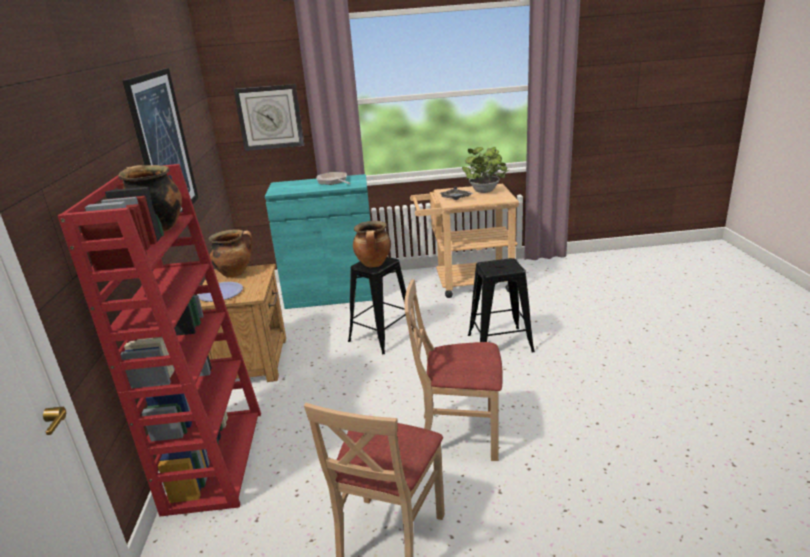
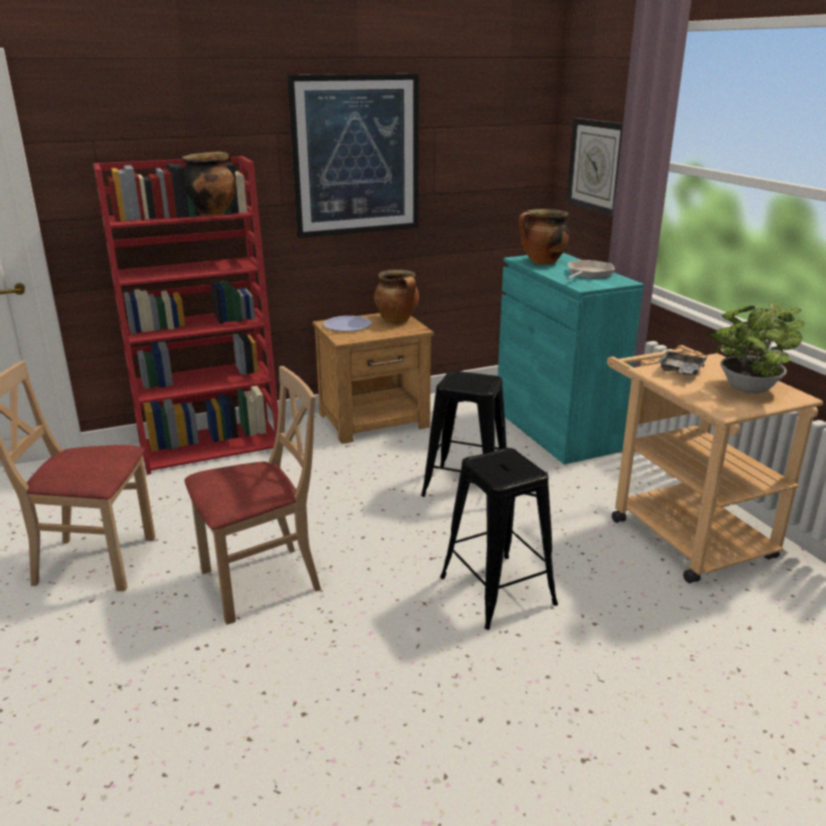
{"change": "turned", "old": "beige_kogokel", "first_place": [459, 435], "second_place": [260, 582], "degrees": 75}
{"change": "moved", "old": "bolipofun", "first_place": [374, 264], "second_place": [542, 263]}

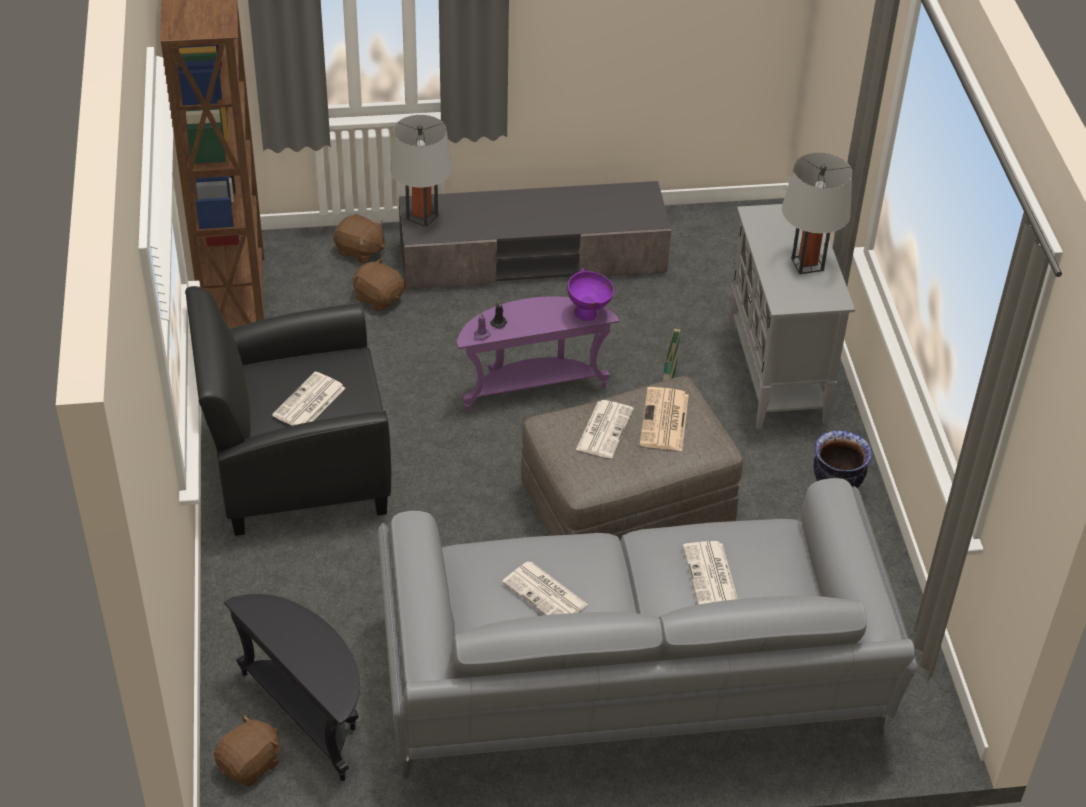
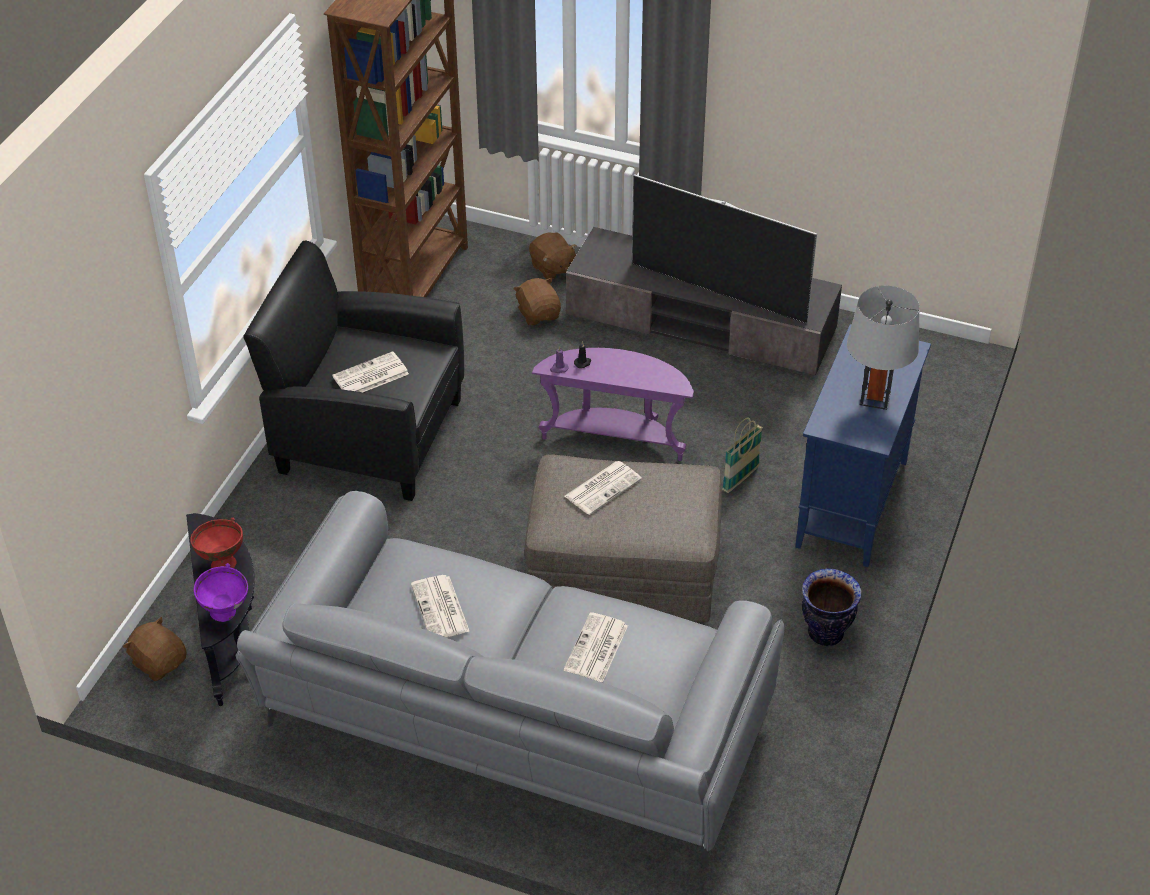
{"change": "turned", "old": "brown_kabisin", "first_place": [250, 764], "second_place": [159, 662], "degrees": -120}
{"change": "added", "new": "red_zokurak", "second_place": [221, 563]}
{"change": "moved", "old": "purple_zokurak", "first_place": [588, 314], "second_place": [226, 613]}
{"change": "added", "new": "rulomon", "second_place": [718, 292]}
{"change": "recoloured", "old": "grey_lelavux", "new": "blue_lelavux", "first_place": [776, 375], "second_place": [852, 505]}
{"change": "removed", "old": "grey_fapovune", "first_place": [422, 217]}
{"change": "removed", "old": "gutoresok", "first_place": [664, 421]}

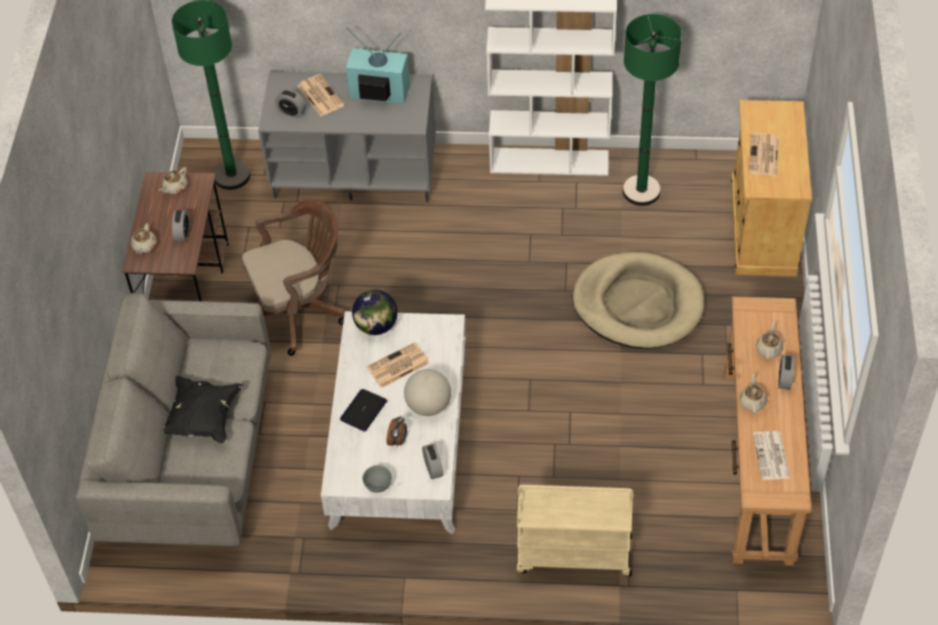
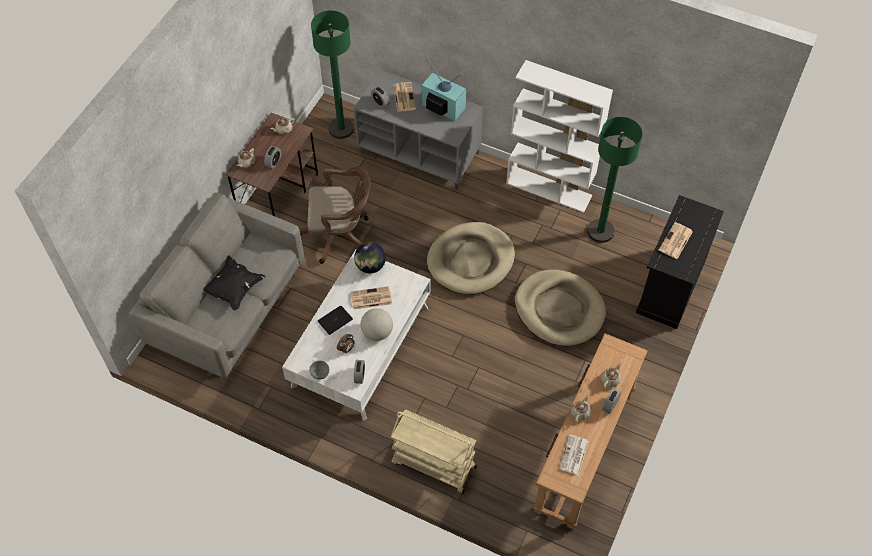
{"change": "added", "new": "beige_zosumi", "second_place": [471, 260]}
{"change": "recoloured", "old": "beige_lelavux", "new": "black_lelavux", "first_place": [762, 227], "second_place": [670, 285]}

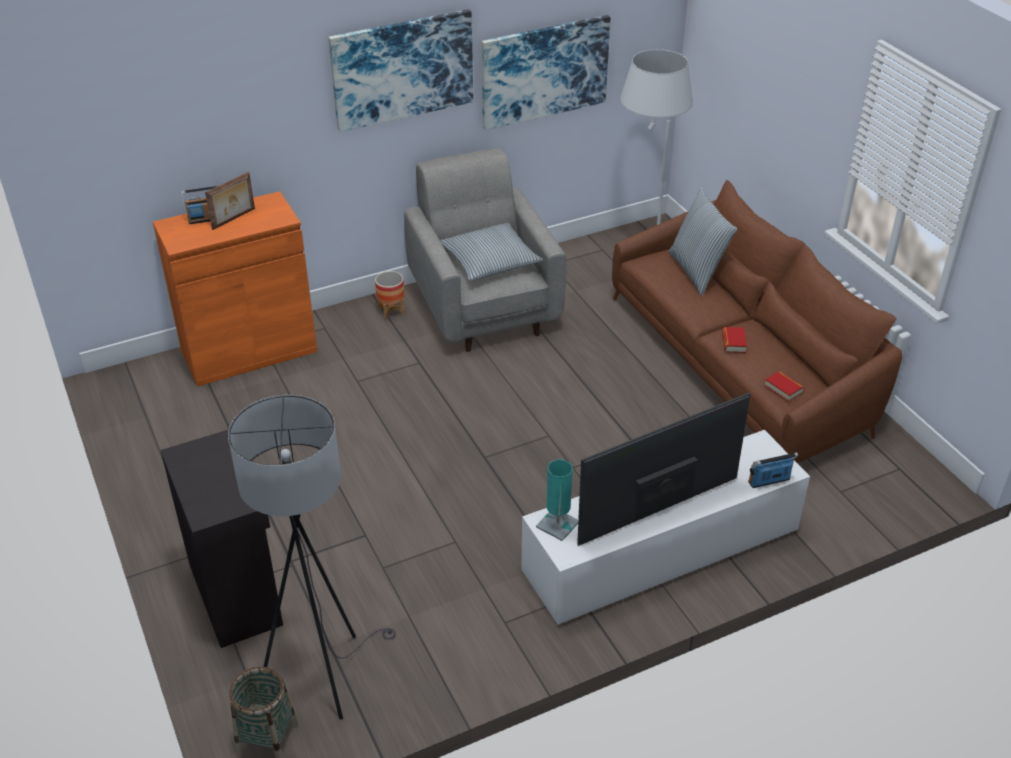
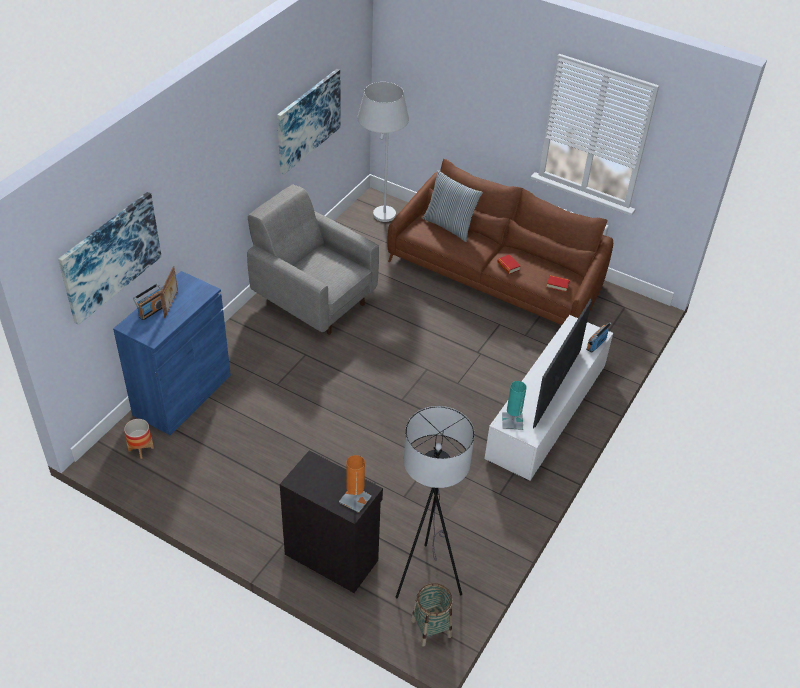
{"change": "moved", "old": "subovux", "first_place": [402, 69], "second_place": [110, 256]}
{"change": "recoloured", "old": "orange_lelavux", "new": "blue_lelavux", "first_place": [249, 351], "second_place": [182, 395]}
{"change": "moved", "old": "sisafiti", "first_place": [391, 310], "second_place": [141, 449]}
{"change": "added", "new": "orange_fapovune", "second_place": [355, 499]}
{"change": "removed", "old": "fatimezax", "first_place": [490, 261]}

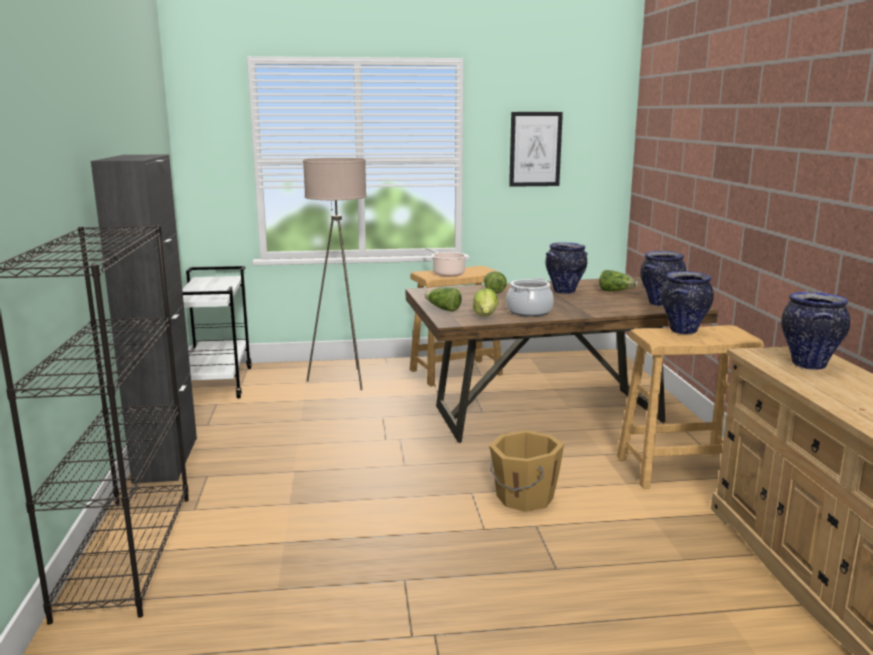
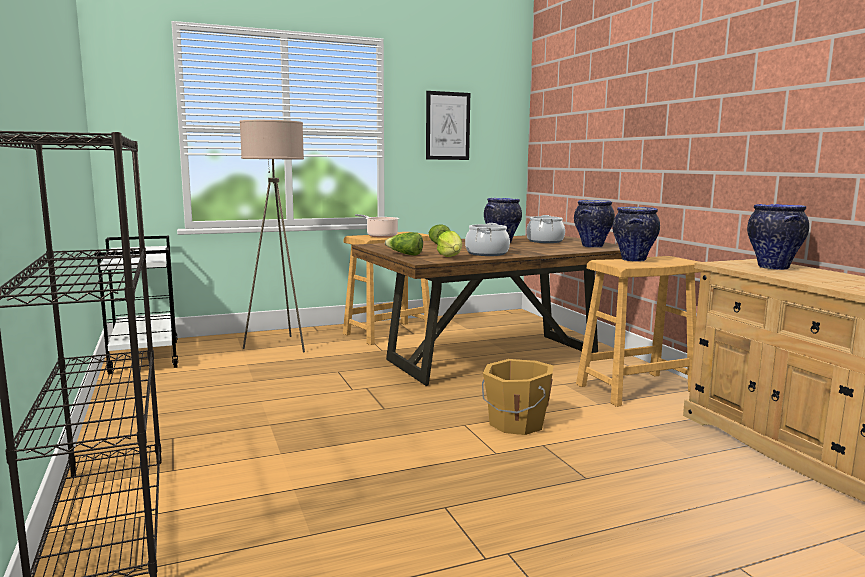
{"change": "replaced", "old": "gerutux", "new": "bolipofun", "first_place": [615, 291], "second_place": [545, 241]}
{"change": "removed", "old": "black_lelavux", "first_place": [166, 459]}

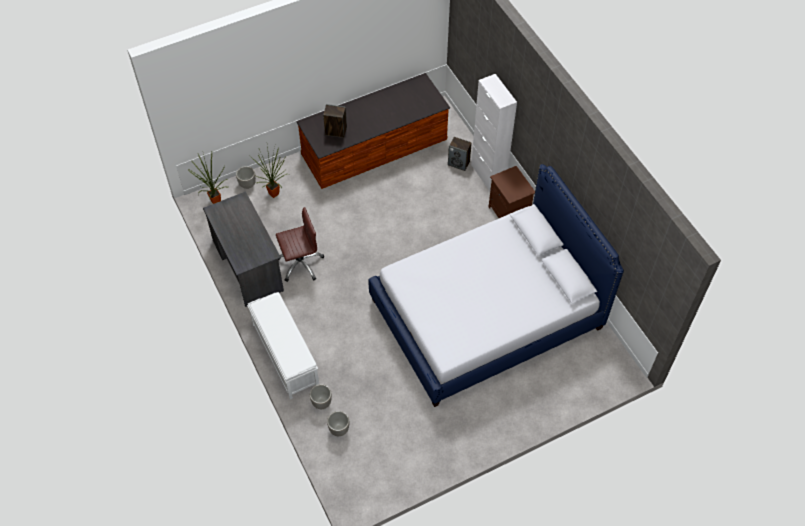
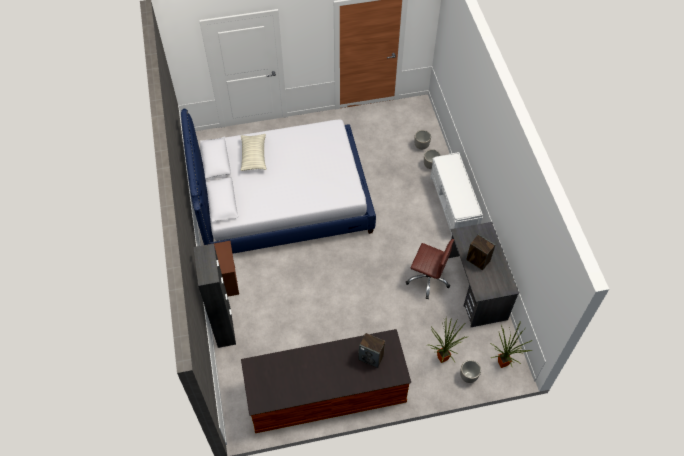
{"change": "recoloured", "old": "white_lelavux", "new": "black_lelavux", "first_place": [488, 175], "second_place": [224, 328]}
{"change": "added", "new": "fatimezax", "second_place": [254, 156]}
{"change": "turned", "old": "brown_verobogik", "first_place": [300, 263], "second_place": [428, 279], "degrees": -150}
{"change": "moved", "old": "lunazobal", "first_place": [459, 163], "second_place": [477, 260]}

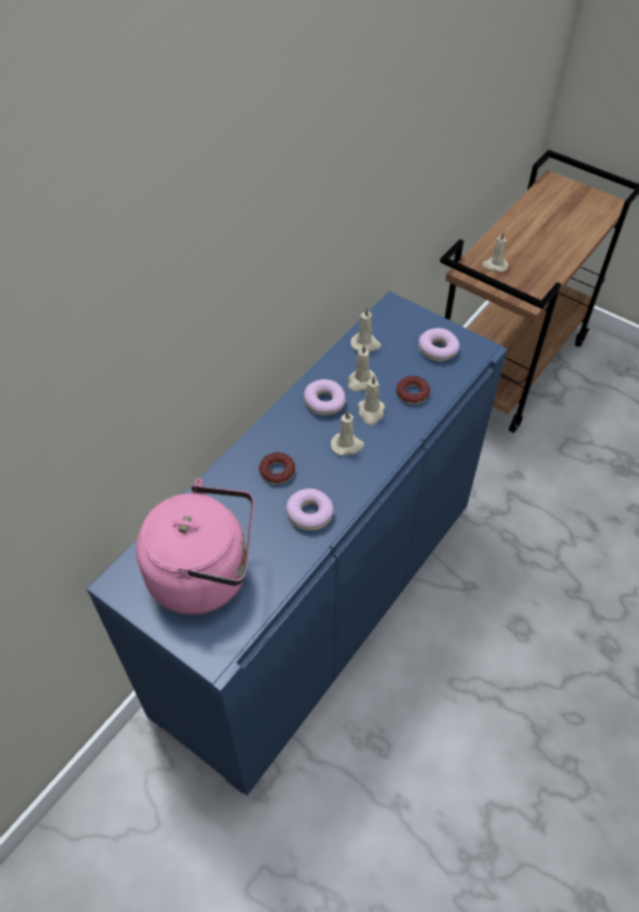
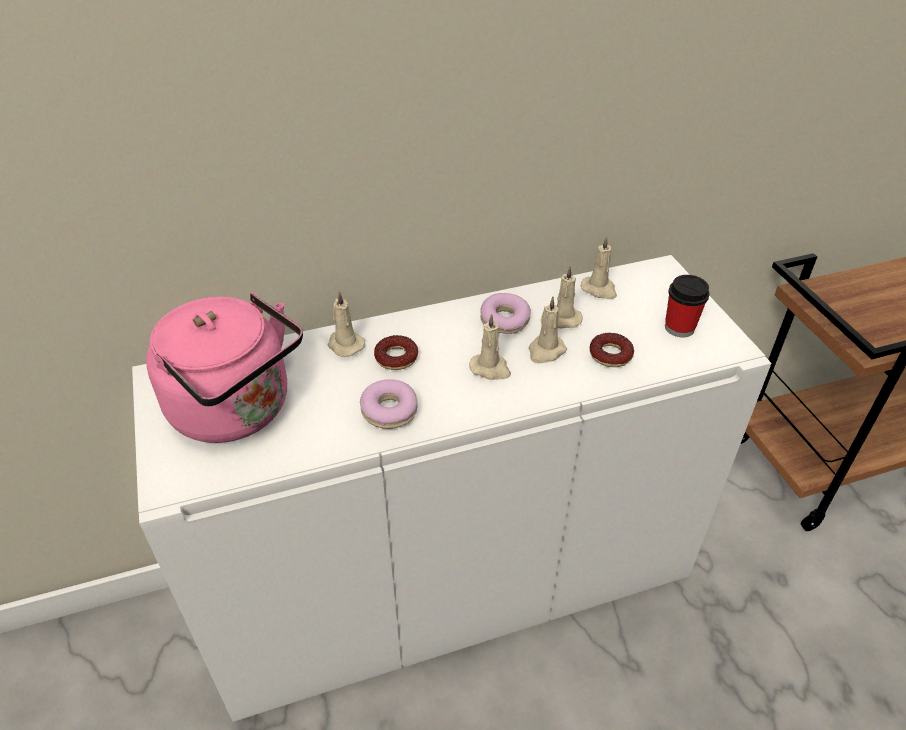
{"change": "recoloured", "old": "blue_lelavux", "new": "white_lelavux", "first_place": [319, 604], "second_place": [453, 582]}
{"change": "moved", "old": "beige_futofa", "first_place": [494, 265], "second_place": [345, 344]}
{"change": "replaced", "old": "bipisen", "new": "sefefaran", "first_place": [438, 349], "second_place": [679, 327]}

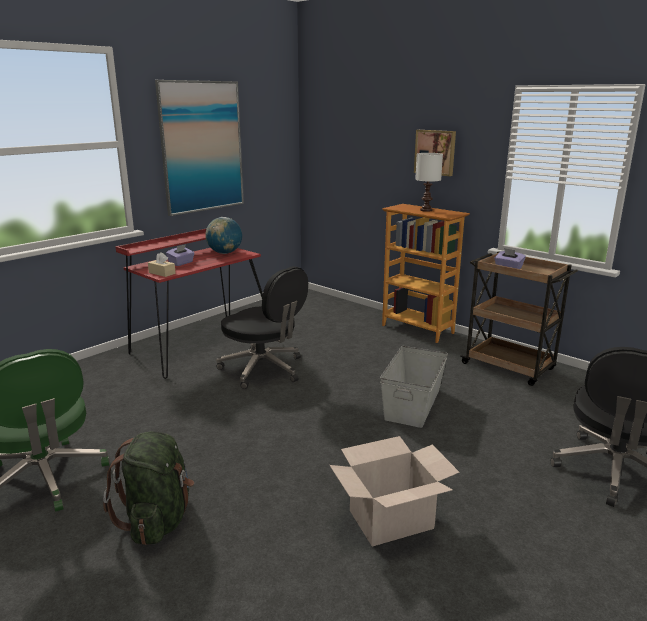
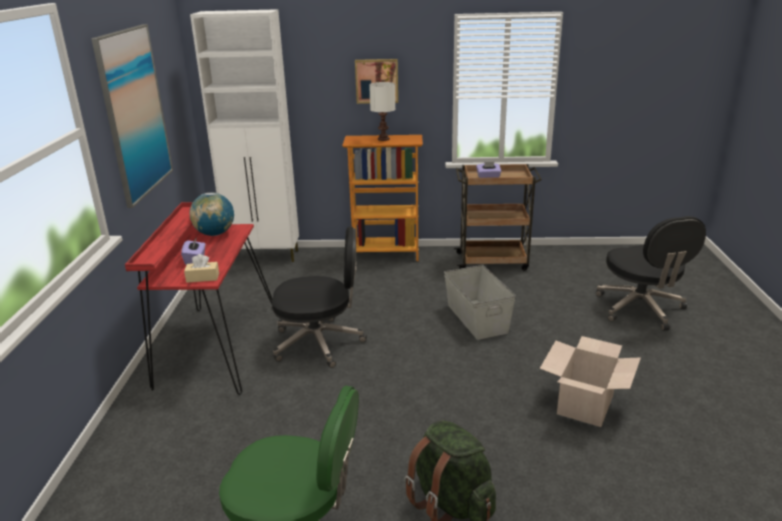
{"change": "added", "new": "white_lelavux", "second_place": [265, 256]}

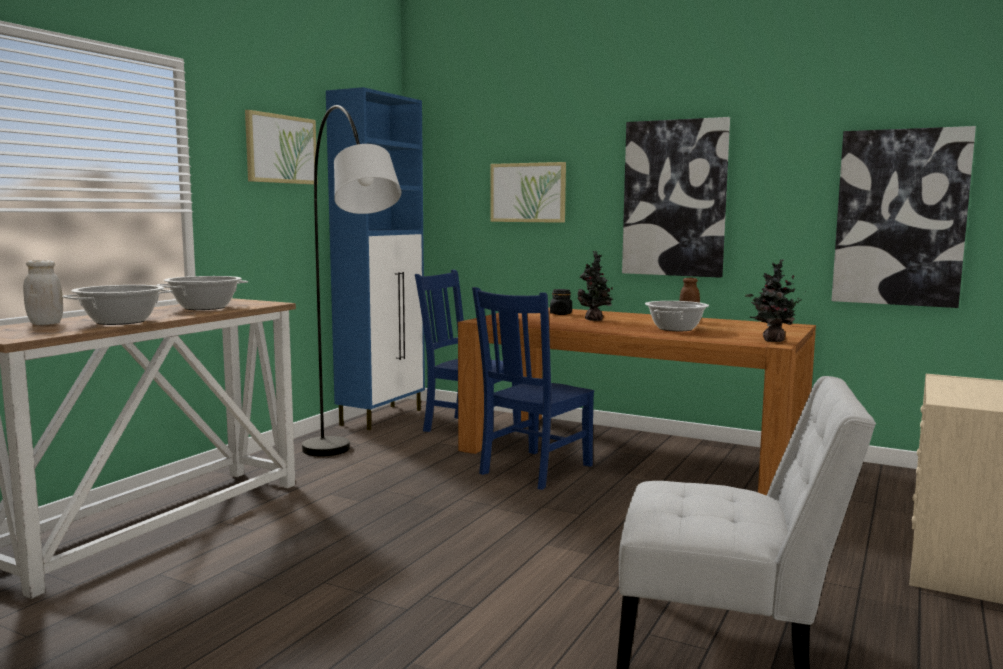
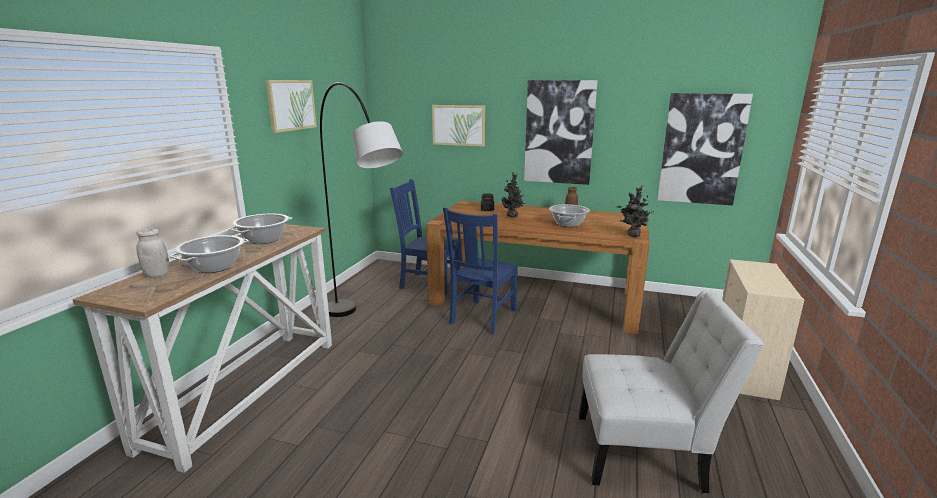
{"change": "removed", "old": "blue_lelavux", "first_place": [382, 417]}

